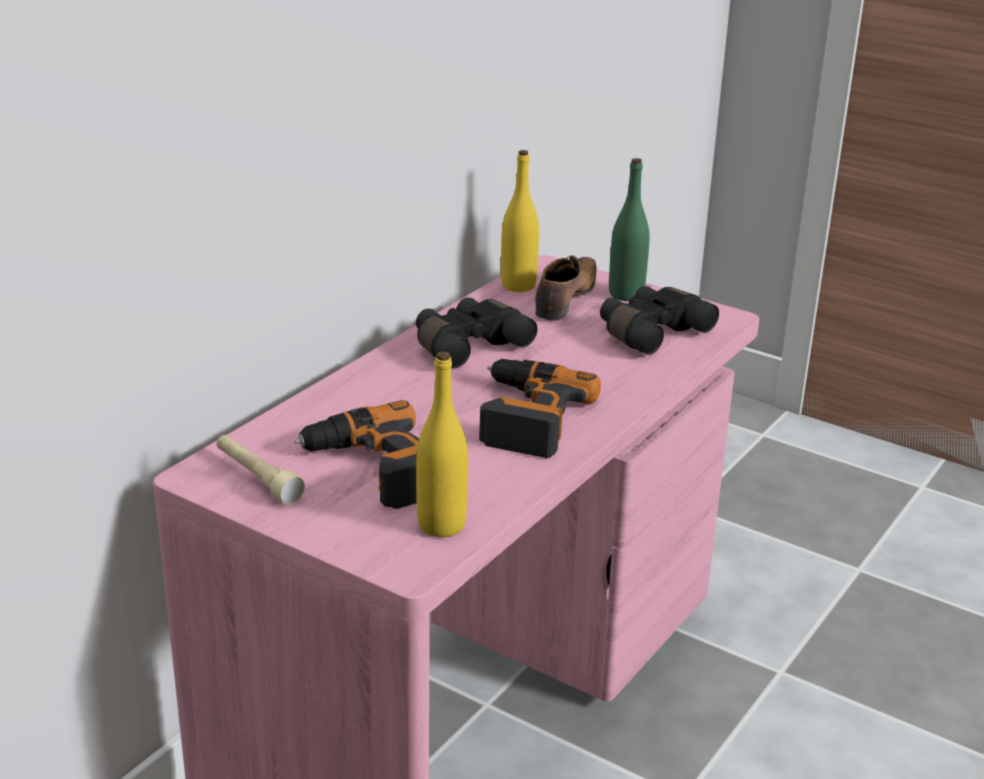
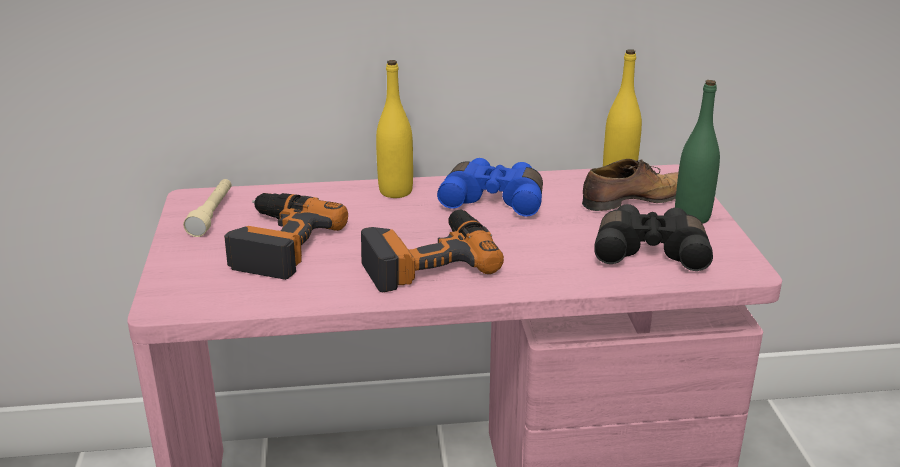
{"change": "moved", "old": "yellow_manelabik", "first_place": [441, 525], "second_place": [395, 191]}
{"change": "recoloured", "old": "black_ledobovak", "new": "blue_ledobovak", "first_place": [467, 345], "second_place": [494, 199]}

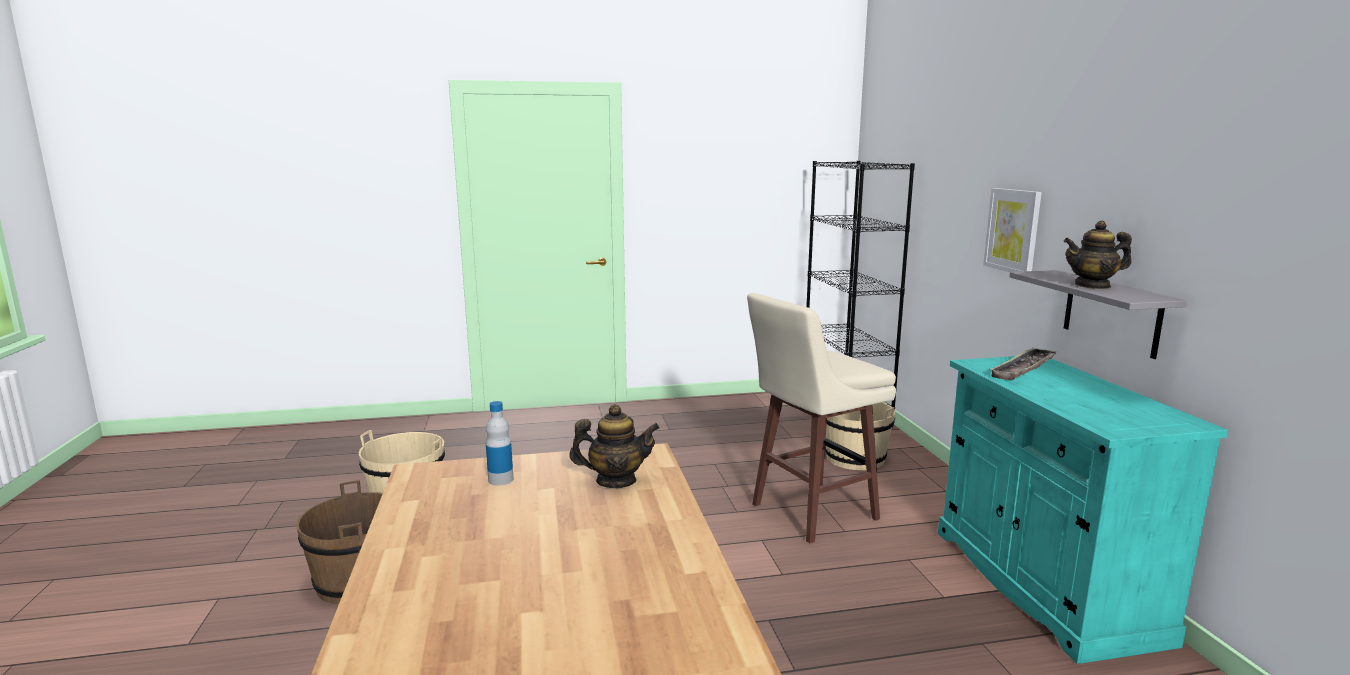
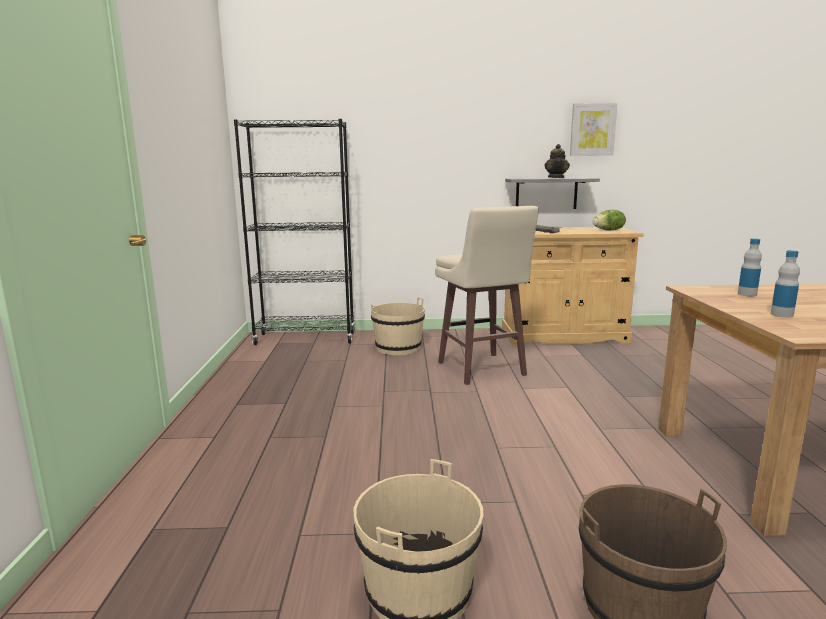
{"change": "recoloured", "old": "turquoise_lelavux", "new": "beige_lelavux", "first_place": [1043, 583], "second_place": [563, 336]}
{"change": "moved", "old": "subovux", "first_place": [1013, 230], "second_place": [592, 129]}
{"change": "added", "new": "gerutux", "second_place": [609, 230]}
{"change": "replaced", "old": "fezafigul", "new": "manelabik", "first_place": [616, 481], "second_place": [747, 294]}

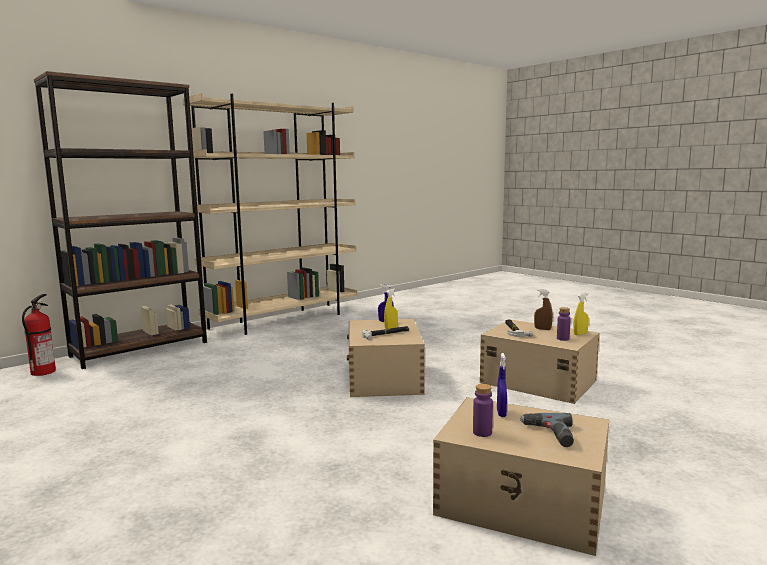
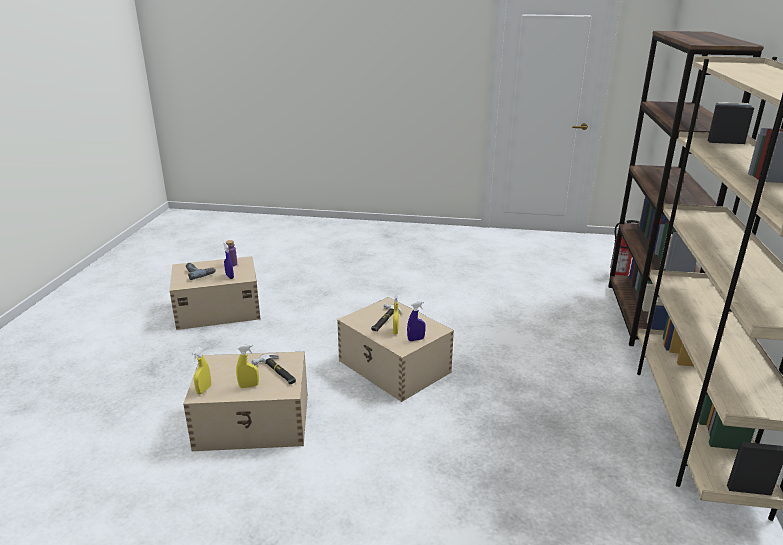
{"change": "recoloured", "old": "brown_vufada", "new": "yellow_vufada", "first_place": [542, 329], "second_place": [249, 386]}
{"change": "removed", "old": "purple_manelabik", "first_place": [563, 339]}

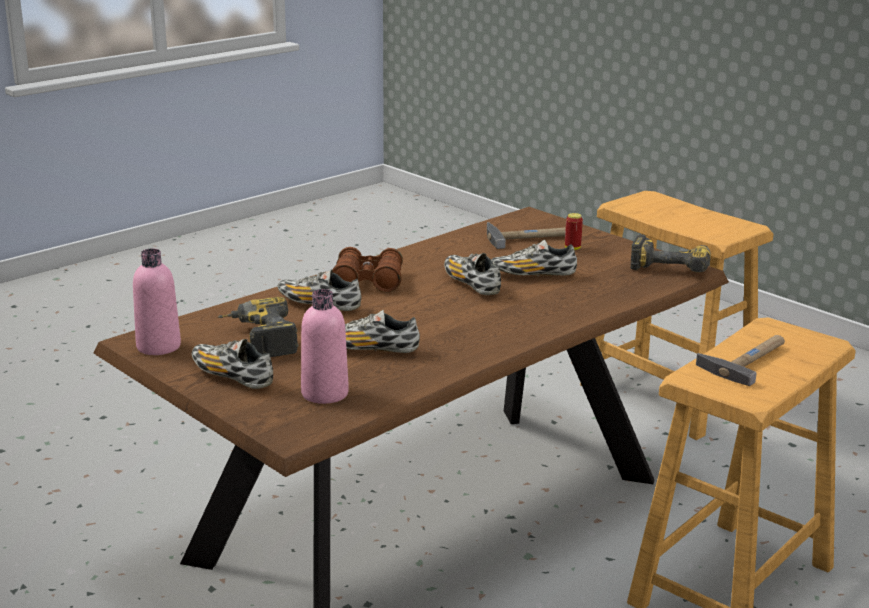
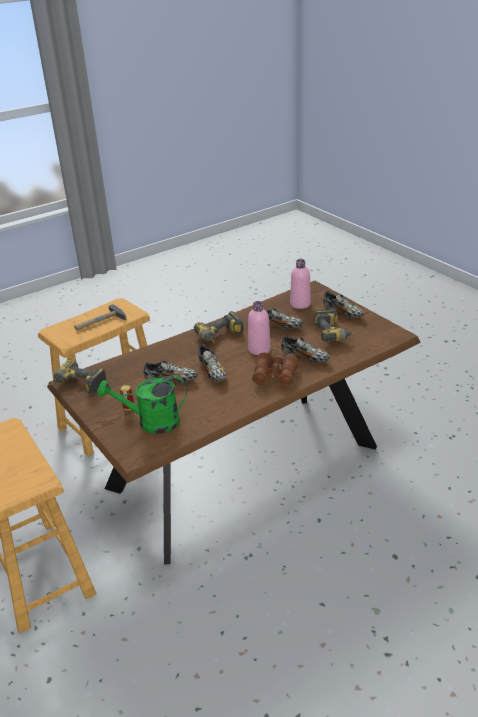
{"change": "replaced", "old": "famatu", "new": "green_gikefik", "first_place": [529, 237], "second_place": [151, 422]}
{"change": "added", "new": "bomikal", "second_place": [221, 337]}
{"change": "moved", "old": "pink_manelabik", "first_place": [158, 346], "second_place": [259, 349]}

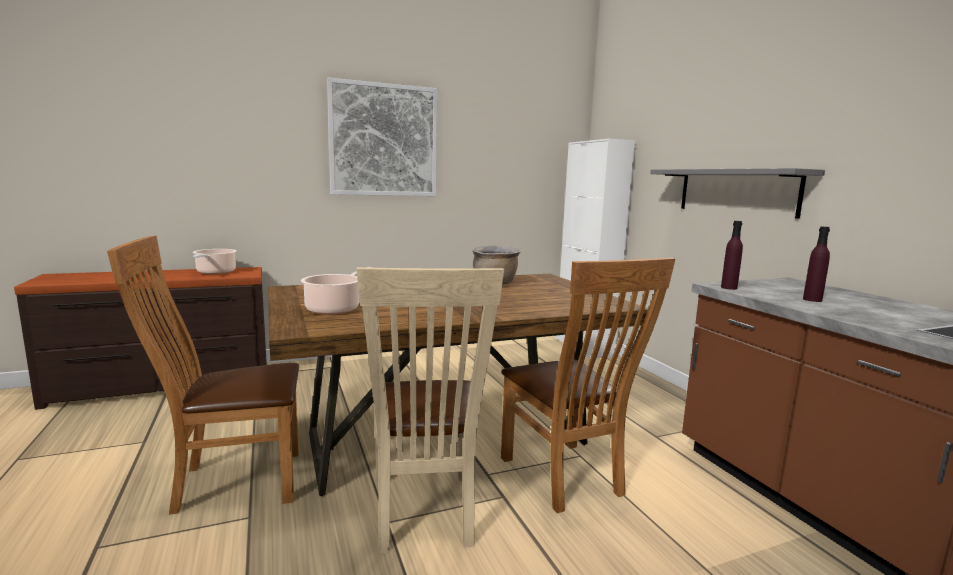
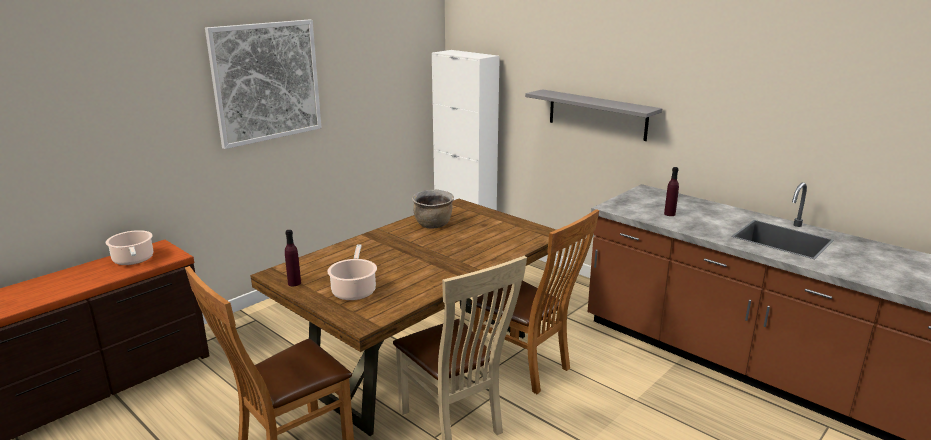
{"change": "moved", "old": "purple_manelabik", "first_place": [729, 288], "second_place": [294, 283]}

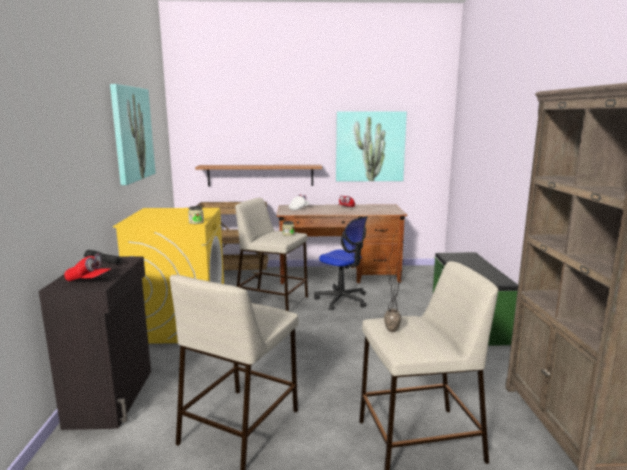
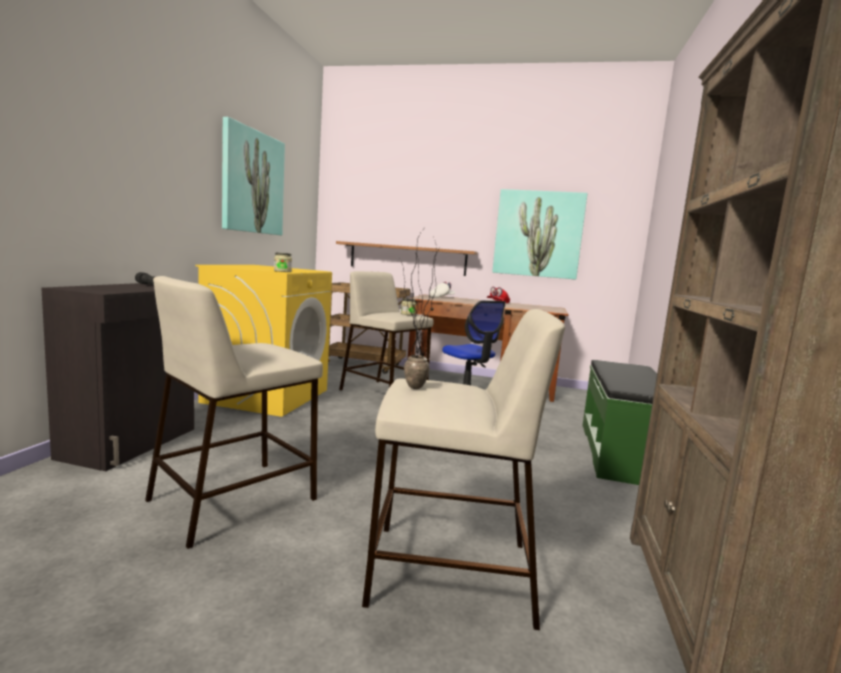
{"change": "removed", "old": "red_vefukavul", "first_place": [89, 280]}

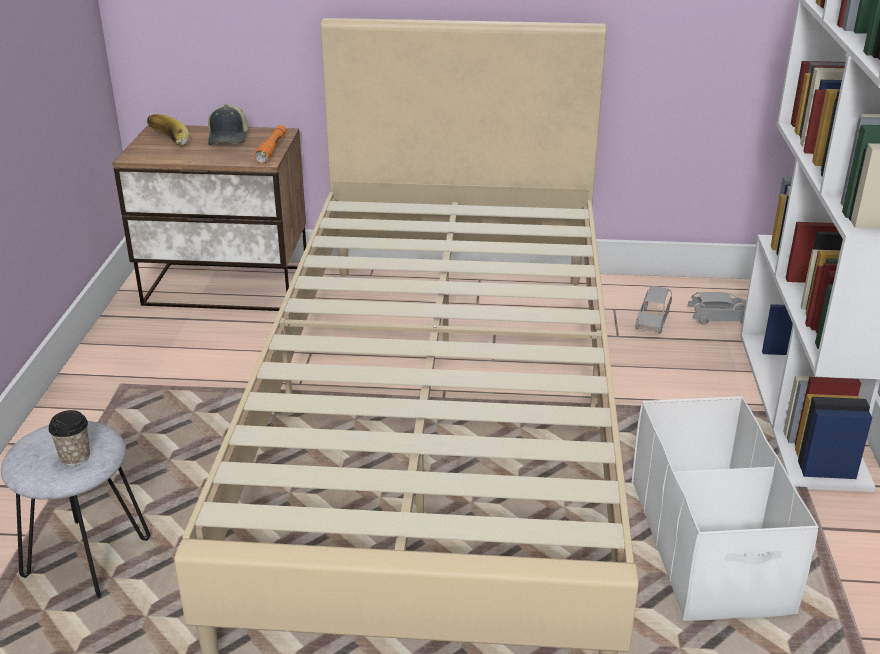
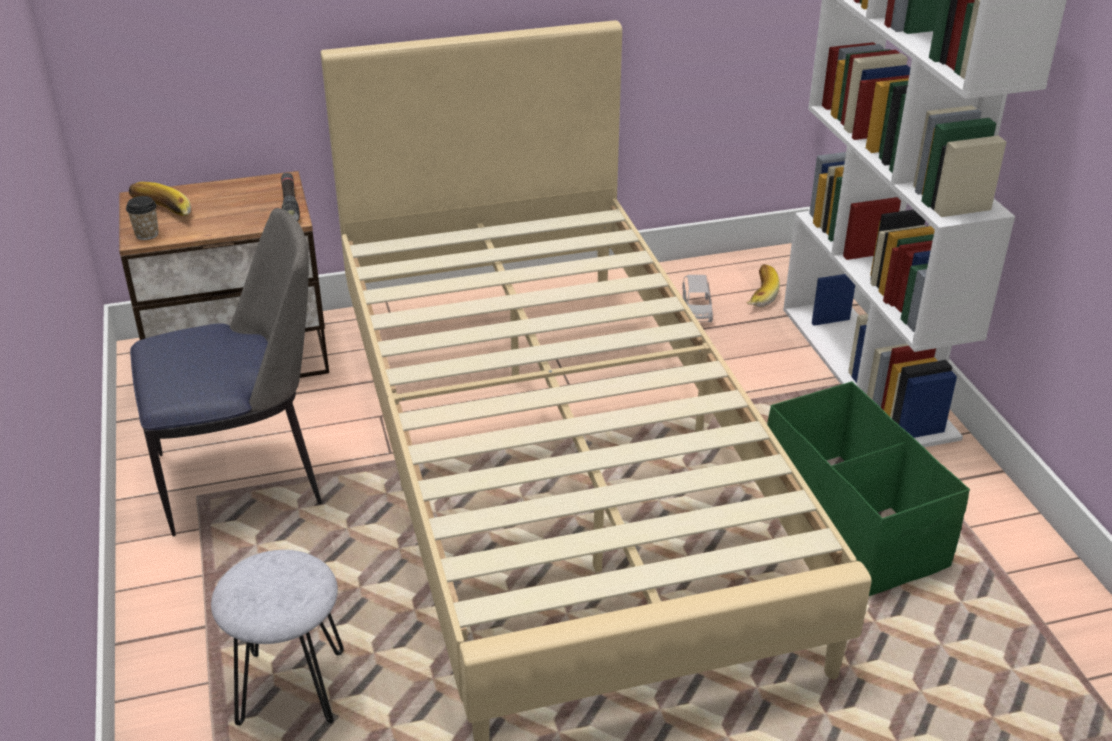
{"change": "moved", "old": "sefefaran", "first_place": [75, 457], "second_place": [147, 234]}
{"change": "added", "new": "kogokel", "second_place": [245, 476]}
{"change": "recoloured", "old": "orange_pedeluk", "new": "black_pedeluk", "first_place": [272, 149], "second_place": [290, 204]}
{"change": "replaced", "old": "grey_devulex", "new": "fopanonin", "first_place": [720, 318], "second_place": [757, 295]}
{"change": "recoloured", "old": "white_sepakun", "new": "green_sepakun", "first_place": [709, 544], "second_place": [852, 522]}
{"change": "removed", "old": "vefukavul", "first_place": [229, 138]}

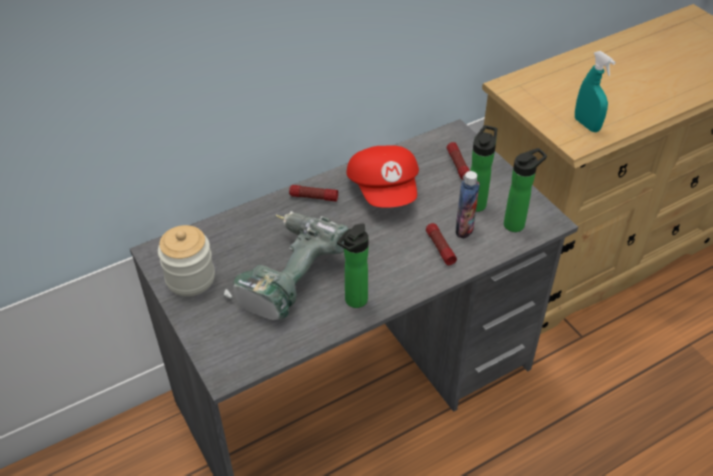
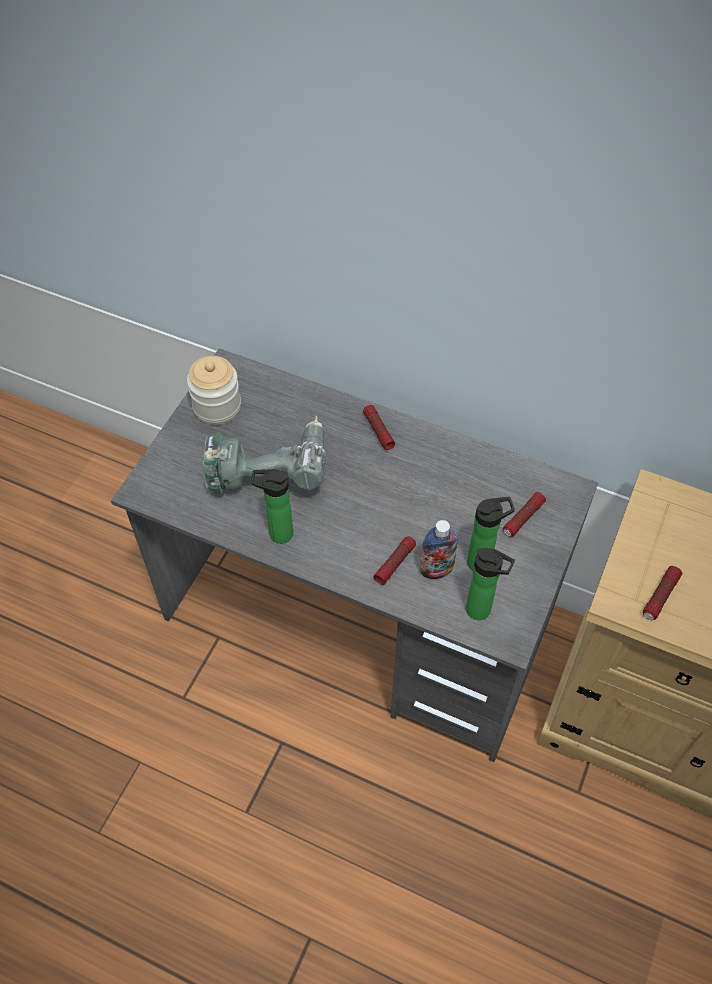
{"change": "replaced", "old": "turquoise_vufada", "new": "pedeluk", "first_place": [586, 125], "second_place": [660, 597]}
{"change": "removed", "old": "red_vefukavul", "first_place": [385, 190]}

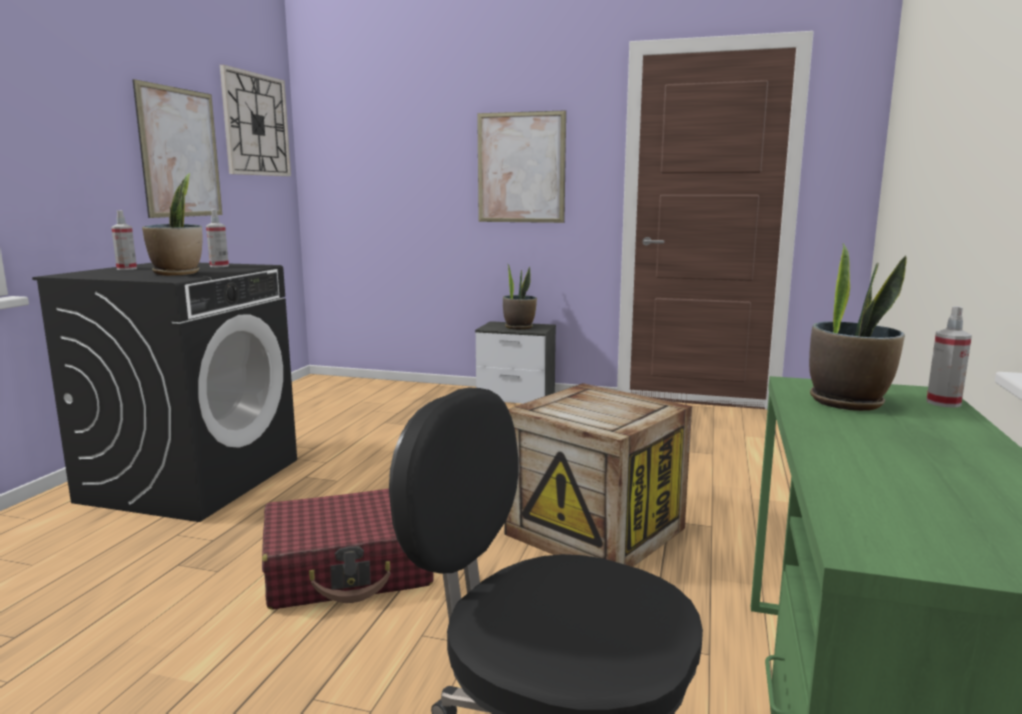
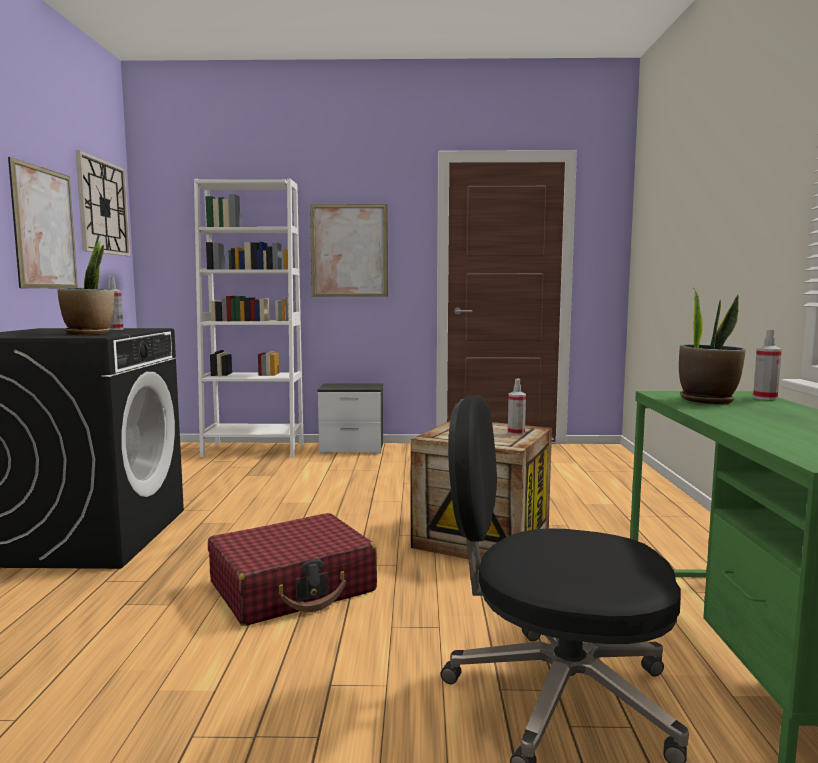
{"change": "added", "new": "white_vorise", "second_place": [253, 450]}
{"change": "moved", "old": "vufada", "first_place": [126, 269], "second_place": [516, 433]}
{"change": "removed", "old": "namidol", "first_place": [519, 327]}

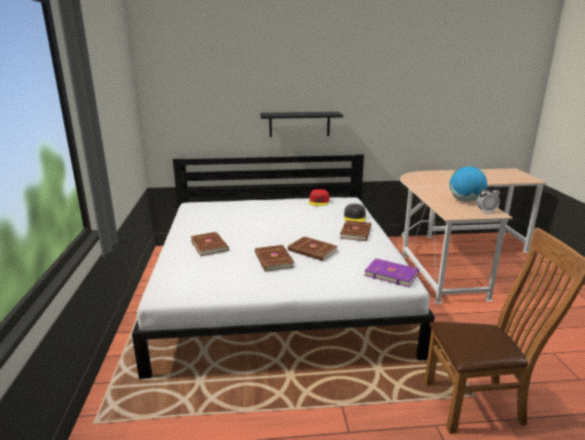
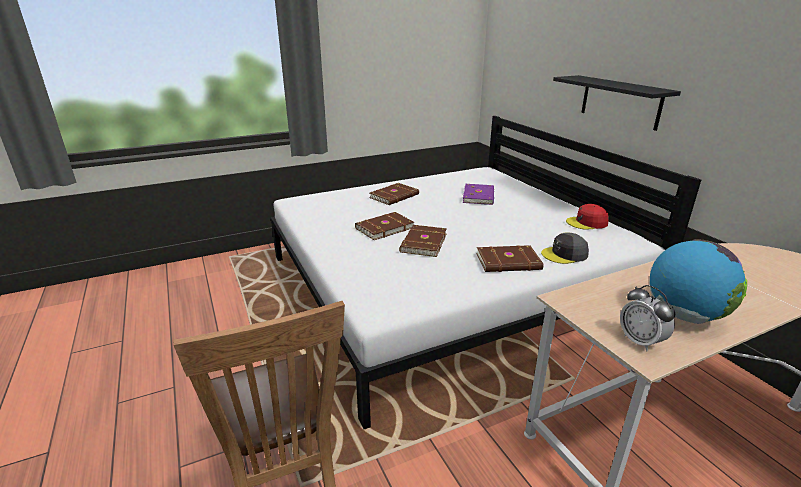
{"change": "moved", "old": "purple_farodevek", "first_place": [391, 274], "second_place": [479, 196]}

